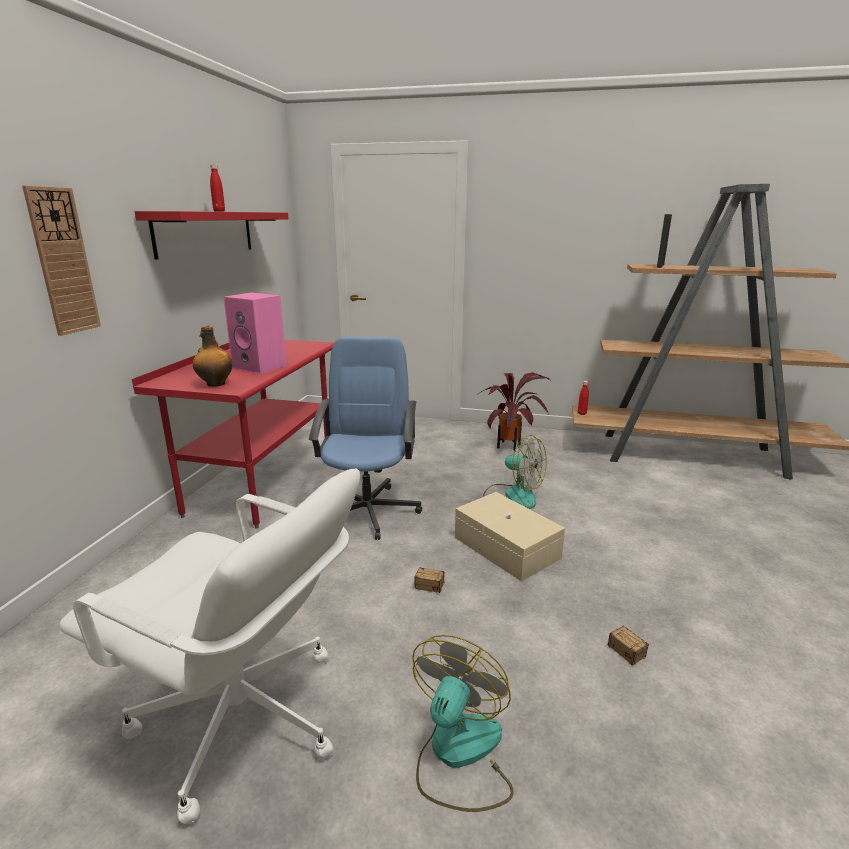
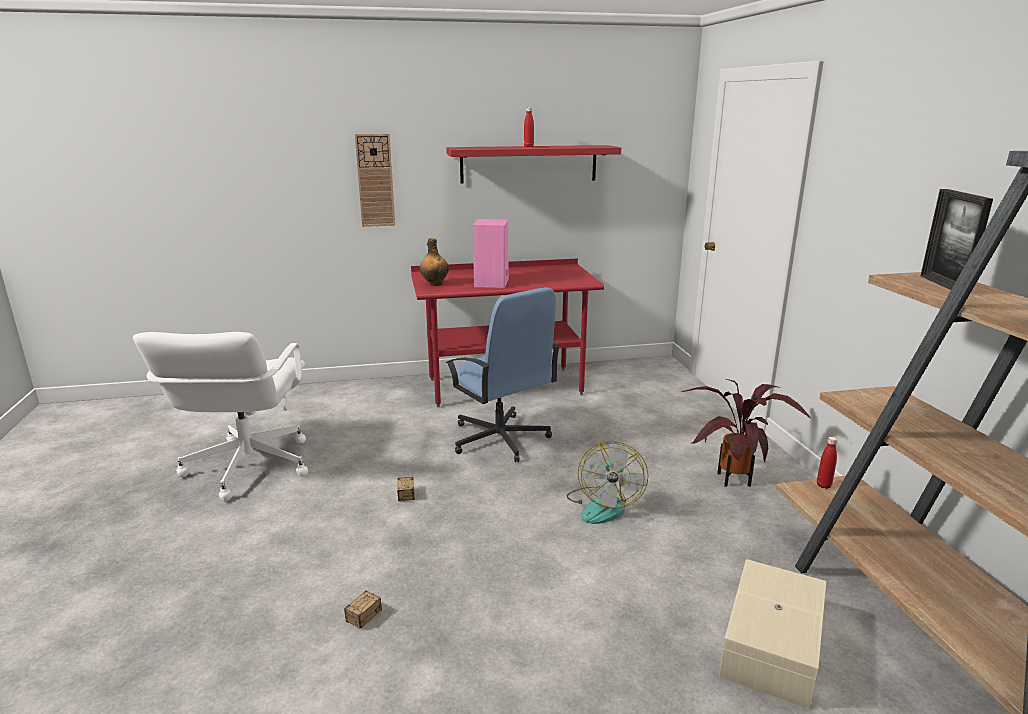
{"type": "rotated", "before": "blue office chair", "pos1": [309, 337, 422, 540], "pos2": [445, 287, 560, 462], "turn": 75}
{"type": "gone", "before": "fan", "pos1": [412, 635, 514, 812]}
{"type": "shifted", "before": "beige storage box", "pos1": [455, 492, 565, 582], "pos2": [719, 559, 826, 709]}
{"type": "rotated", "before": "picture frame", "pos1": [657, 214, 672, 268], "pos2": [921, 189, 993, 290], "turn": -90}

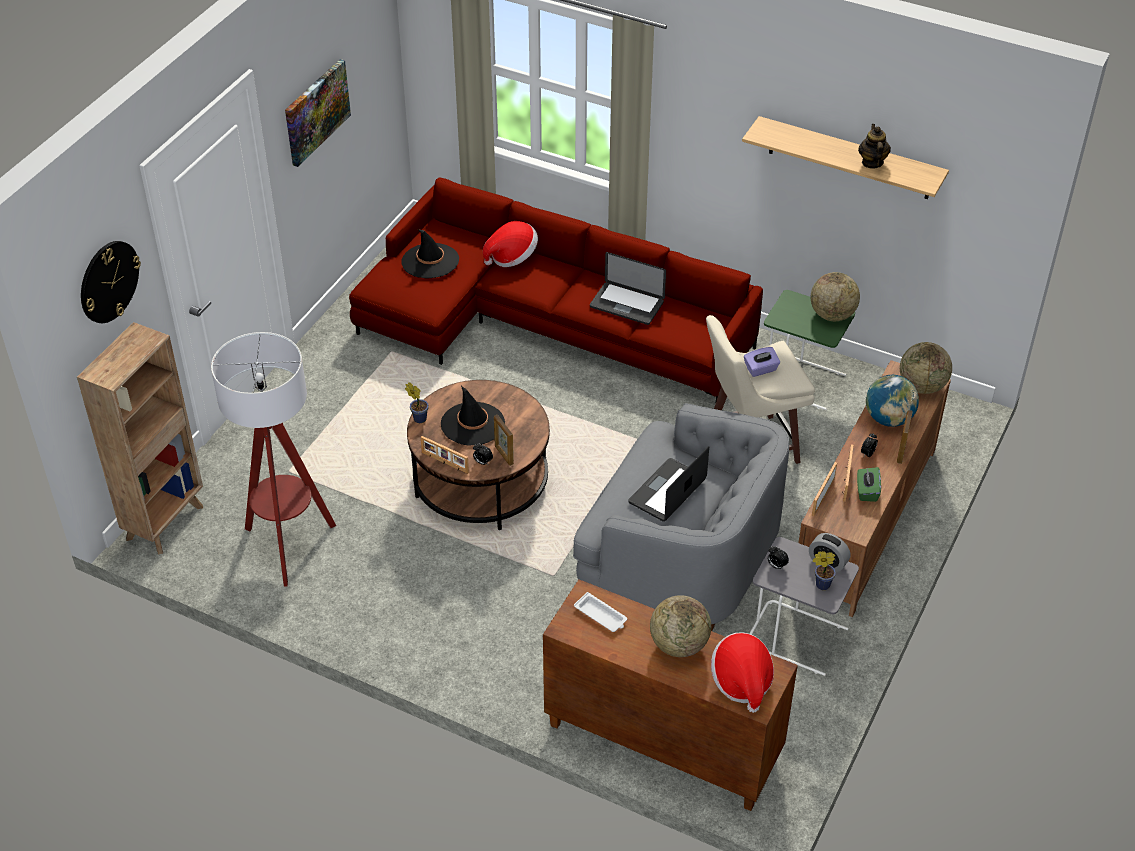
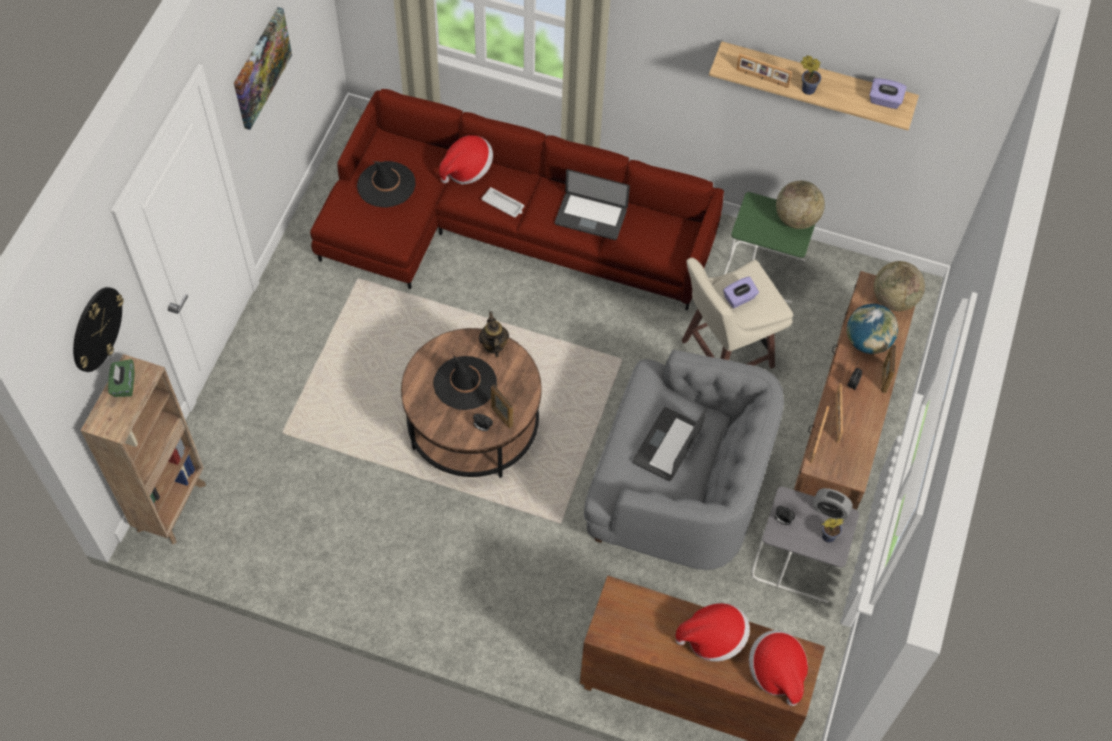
{"type": "gone", "before": "floor lamp", "pos1": [211, 332, 336, 587]}
{"type": "shifted", "before": "potted plant", "pos1": [405, 382, 429, 423], "pos2": [801, 55, 821, 95]}
{"type": "shifted", "before": "picture frame", "pos1": [421, 436, 469, 474], "pos2": [736, 54, 792, 88]}
{"type": "shifted", "before": "white tray", "pos1": [574, 592, 627, 632], "pos2": [481, 187, 524, 217]}
{"type": "swapped", "before": "globe", "after": "hat", "pos1": [650, 595, 711, 657], "pos2": [676, 603, 750, 662]}
{"type": "shifted", "before": "green tissue box", "pos1": [857, 467, 881, 502], "pos2": [108, 359, 134, 397]}
{"type": "shifted", "before": "teapot", "pos1": [858, 124, 891, 169], "pos2": [478, 312, 509, 357]}
{"type": "new", "after": "purple tissue box", "pos2": [869, 78, 907, 109]}

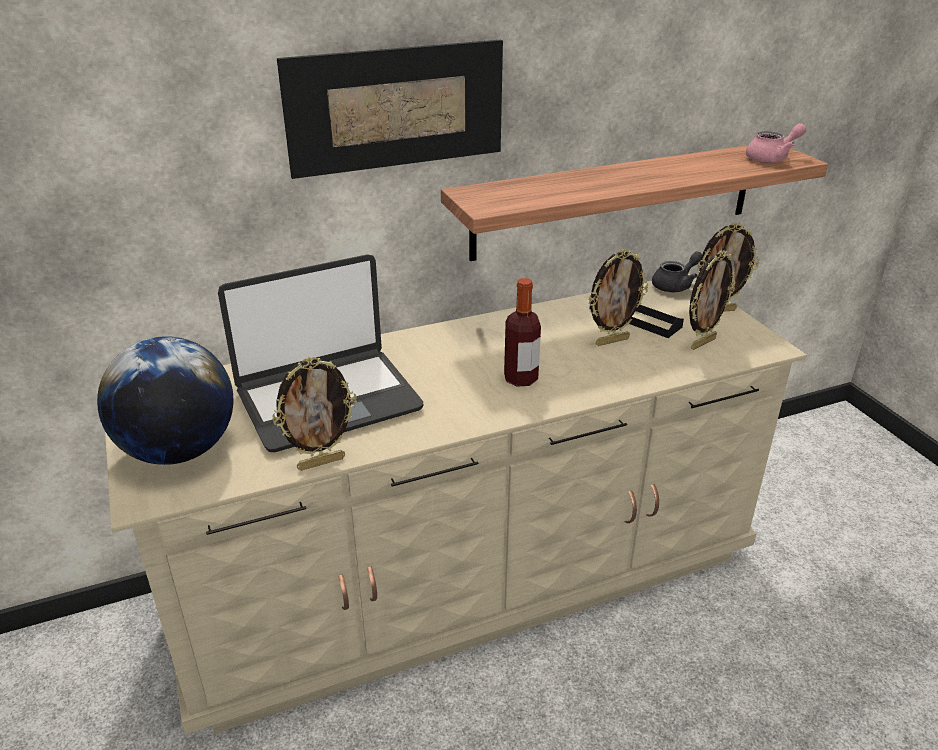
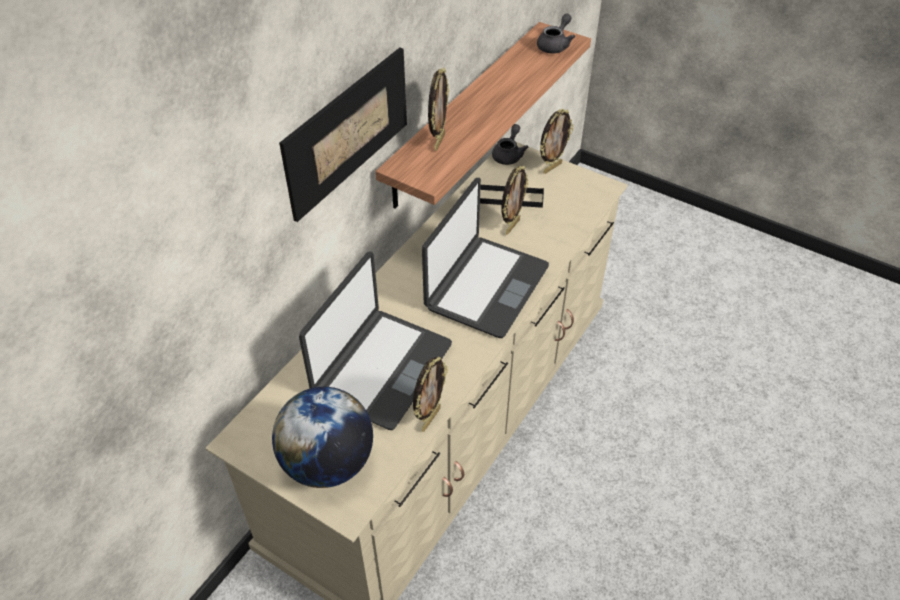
{"type": "swapped", "before": "bottle", "after": "laptop", "pos1": [504, 278, 541, 387], "pos2": [422, 178, 549, 338]}
{"type": "shifted", "before": "picture frame", "pos1": [689, 250, 735, 350], "pos2": [428, 68, 449, 151]}
{"type": "repainted", "before": "pink teapot", "after": "grey teapot", "pos1": [746, 123, 806, 163], "pos2": [537, 13, 575, 54]}

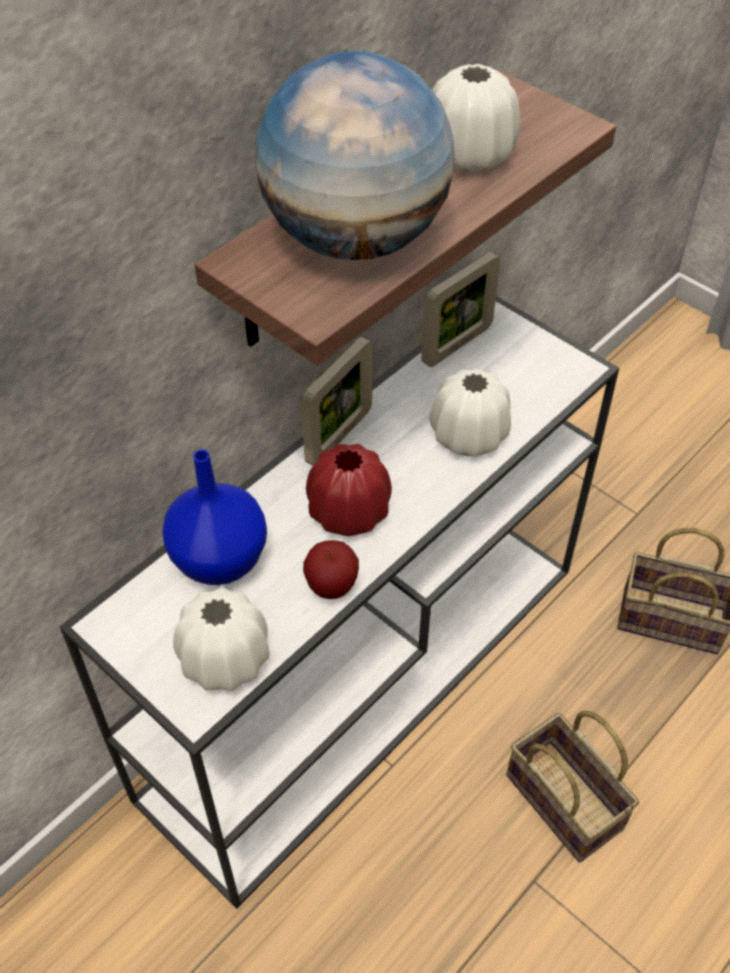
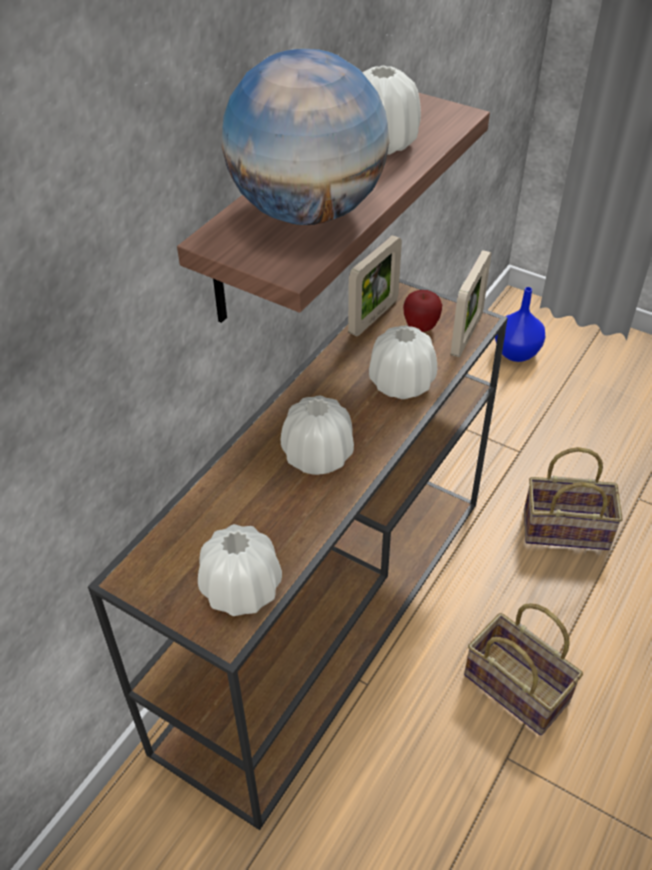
{"type": "repainted", "before": "white console table", "after": "brown console table", "pos1": [60, 296, 619, 909], "pos2": [88, 279, 508, 830]}
{"type": "shifted", "before": "blue vase", "pos1": [162, 450, 267, 585], "pos2": [495, 287, 545, 362]}
{"type": "shifted", "before": "picture frame", "pos1": [301, 337, 373, 465], "pos2": [451, 250, 491, 357]}
{"type": "shifted", "before": "apple", "pos1": [303, 540, 359, 599], "pos2": [403, 290, 442, 332]}
{"type": "repainted", "before": "red vase", "after": "white vase", "pos1": [306, 444, 392, 536], "pos2": [280, 395, 354, 475]}

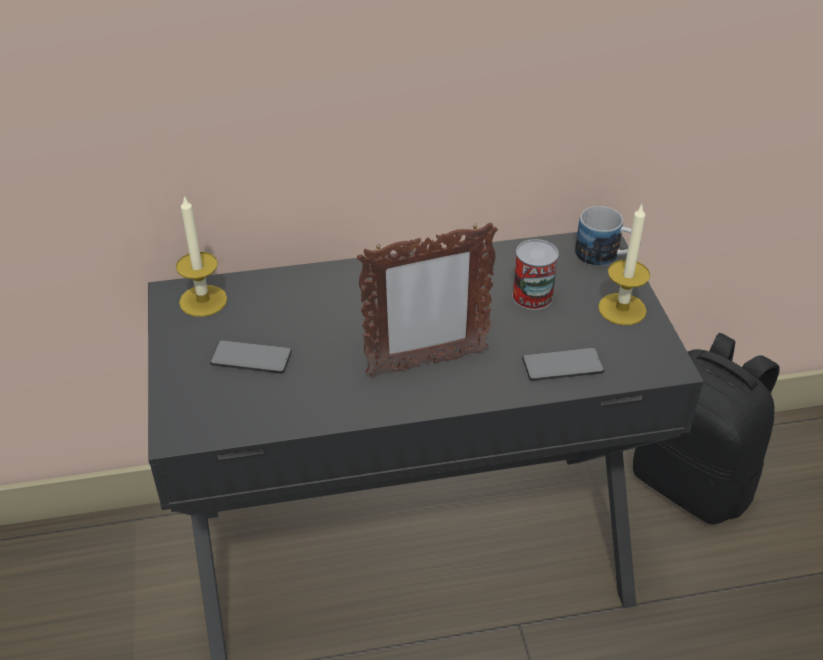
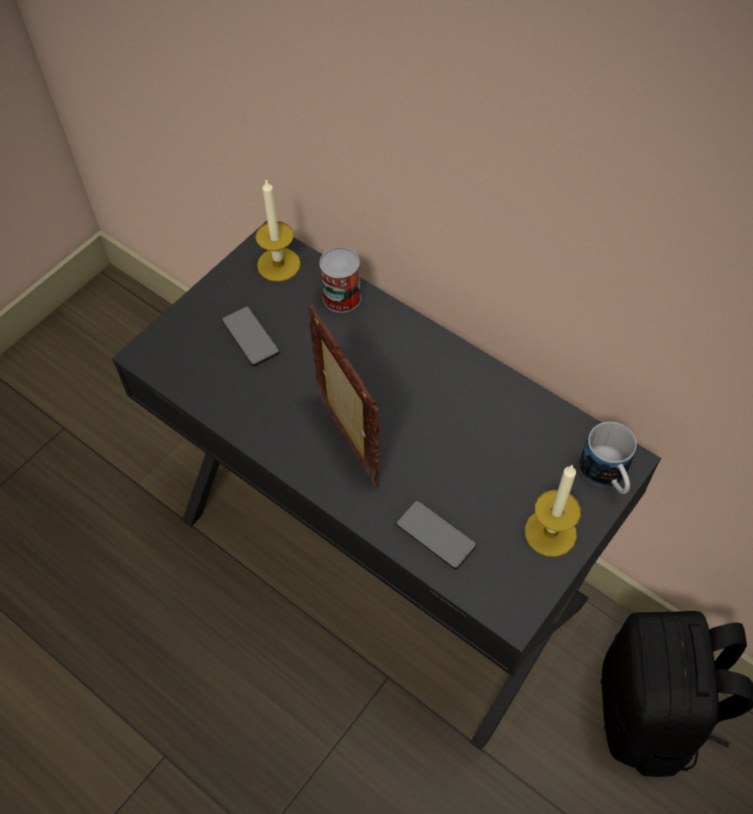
{"type": "rotated", "before": "picture frame", "pos1": [357, 222, 498, 378], "pos2": [307, 305, 379, 487], "turn": -150}
{"type": "shifted", "before": "can", "pos1": [512, 239, 559, 310], "pos2": [319, 247, 361, 313]}

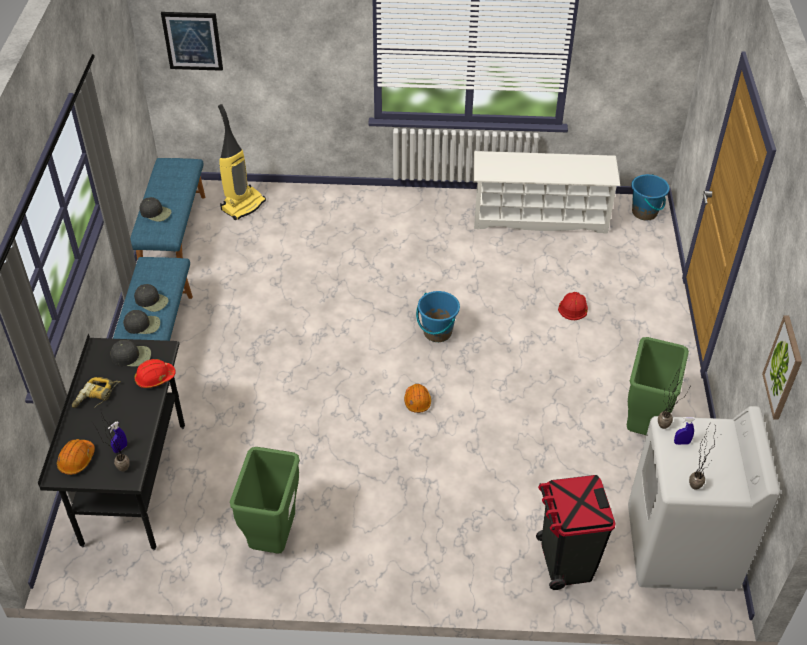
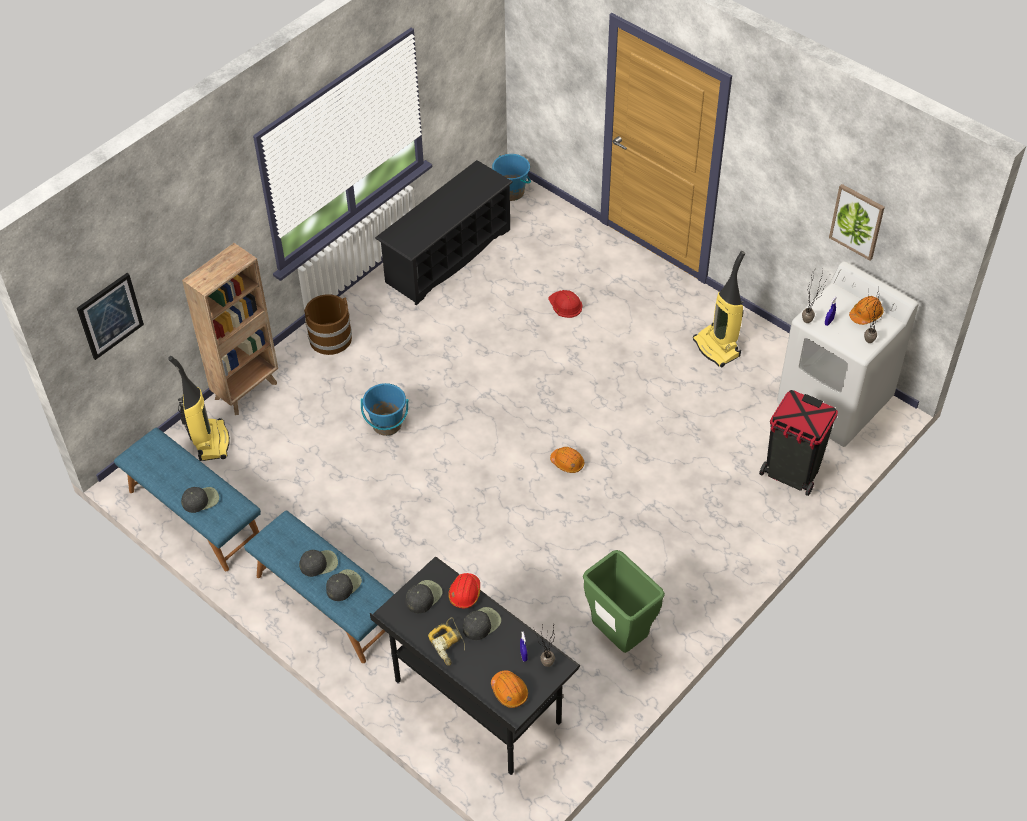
{"type": "shifted", "before": "blue bucket", "pos1": [416, 291, 460, 342], "pos2": [361, 383, 408, 436]}
{"type": "repainted", "before": "white shoe rack", "after": "black shoe rack", "pos1": [474, 151, 620, 234], "pos2": [375, 160, 513, 305]}
{"type": "swapped", "before": "green trash can", "after": "vacuum cleaner", "pos1": [627, 337, 689, 435], "pos2": [693, 251, 745, 368]}
{"type": "new", "after": "brown bookcase", "pos2": [182, 243, 278, 415]}
{"type": "new", "after": "brown bucket", "pos2": [304, 294, 352, 355]}
{"type": "new", "after": "black cap", "pos2": [463, 607, 501, 640]}
{"type": "new", "after": "orange hard hat", "pos2": [849, 296, 884, 325]}

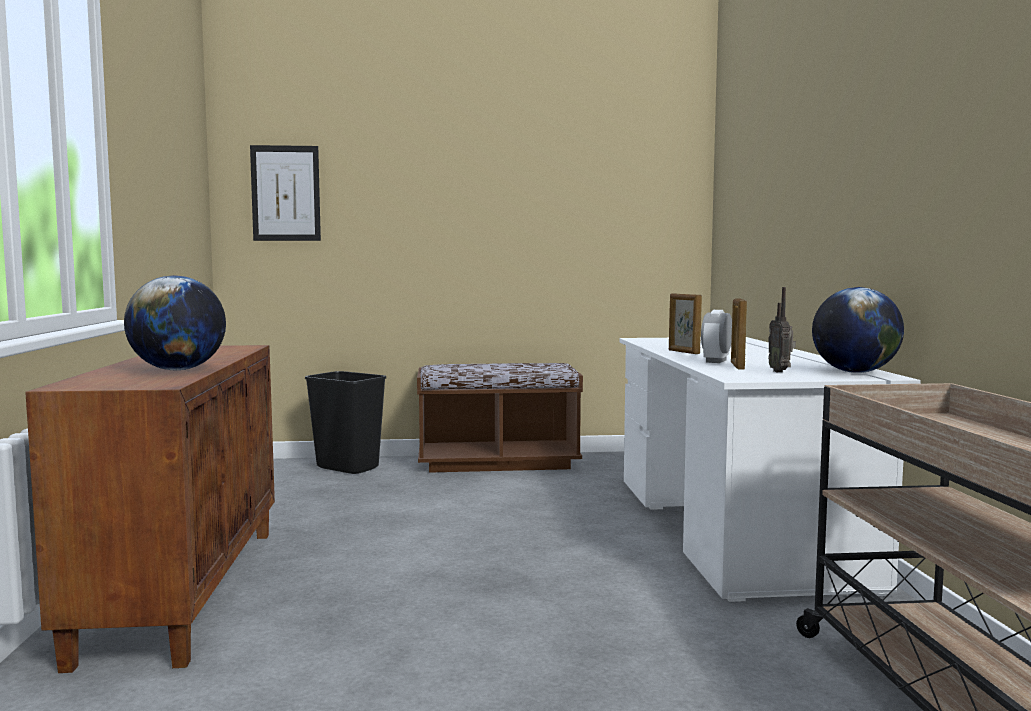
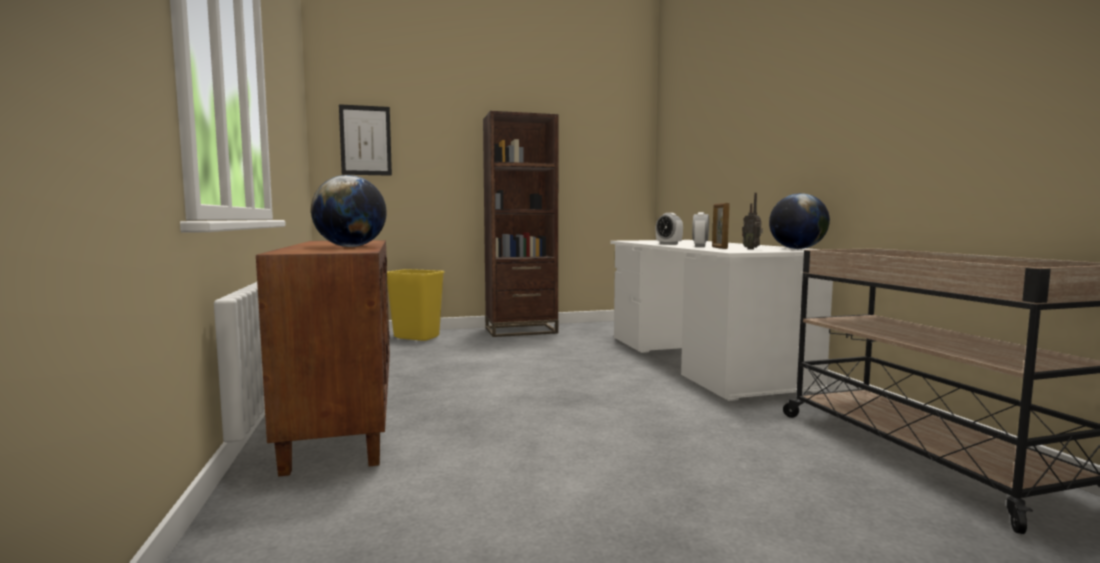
{"type": "repainted", "before": "black trash can", "after": "yellow trash can", "pos1": [305, 371, 386, 474], "pos2": [387, 269, 445, 341]}
{"type": "swapped", "before": "brown bench", "after": "brown bookcase", "pos1": [417, 363, 583, 473], "pos2": [483, 111, 559, 337]}
{"type": "swapped", "before": "picture frame", "after": "alarm clock", "pos1": [669, 293, 702, 354], "pos2": [656, 213, 683, 245]}

